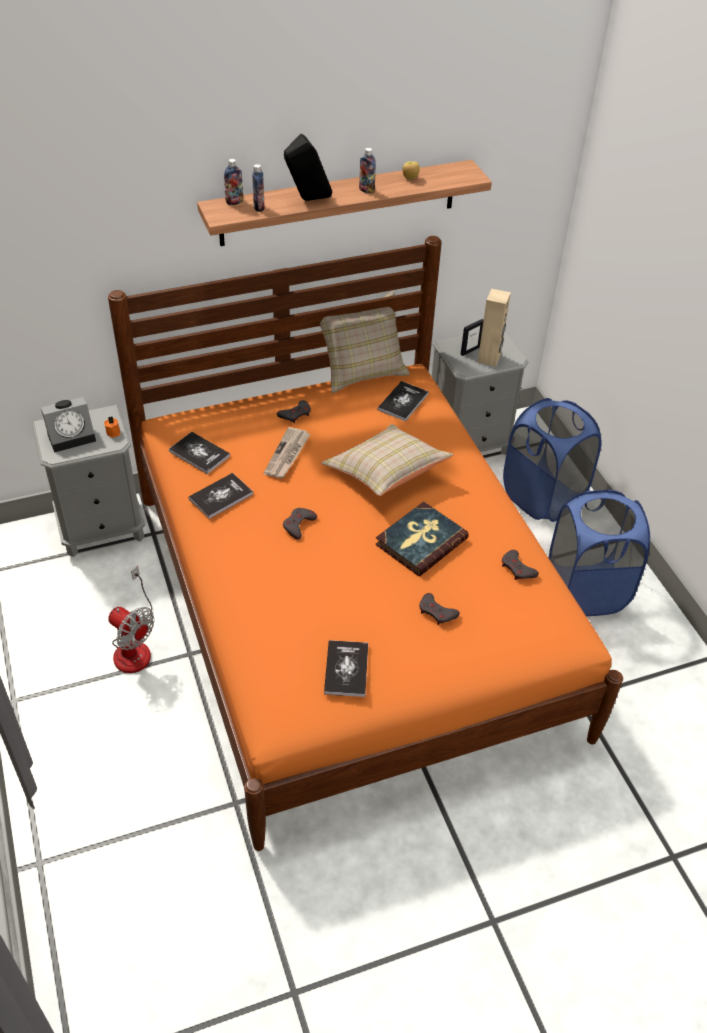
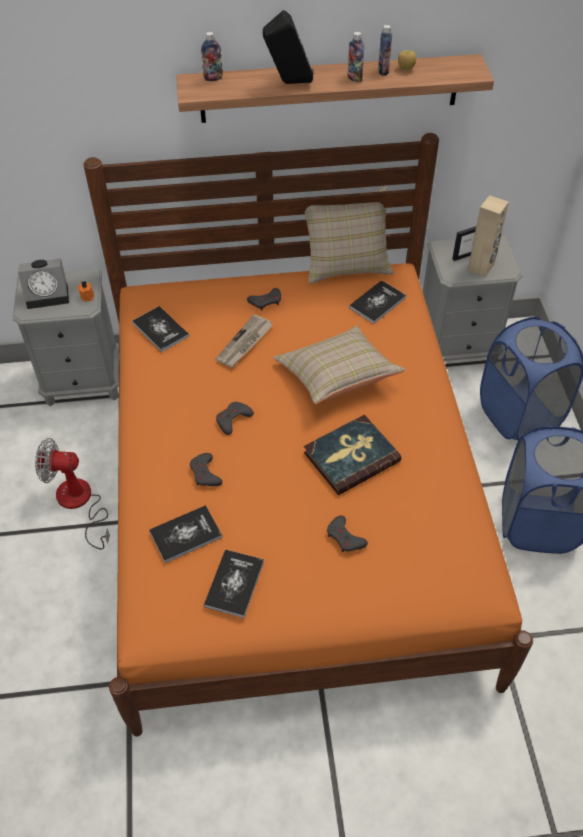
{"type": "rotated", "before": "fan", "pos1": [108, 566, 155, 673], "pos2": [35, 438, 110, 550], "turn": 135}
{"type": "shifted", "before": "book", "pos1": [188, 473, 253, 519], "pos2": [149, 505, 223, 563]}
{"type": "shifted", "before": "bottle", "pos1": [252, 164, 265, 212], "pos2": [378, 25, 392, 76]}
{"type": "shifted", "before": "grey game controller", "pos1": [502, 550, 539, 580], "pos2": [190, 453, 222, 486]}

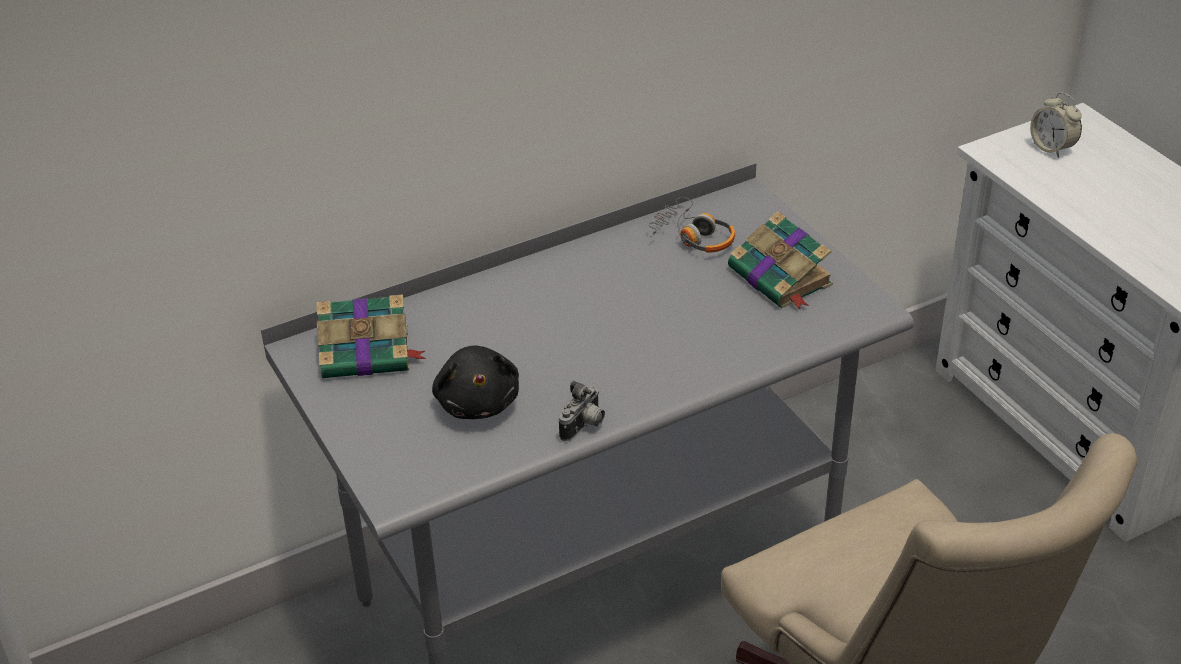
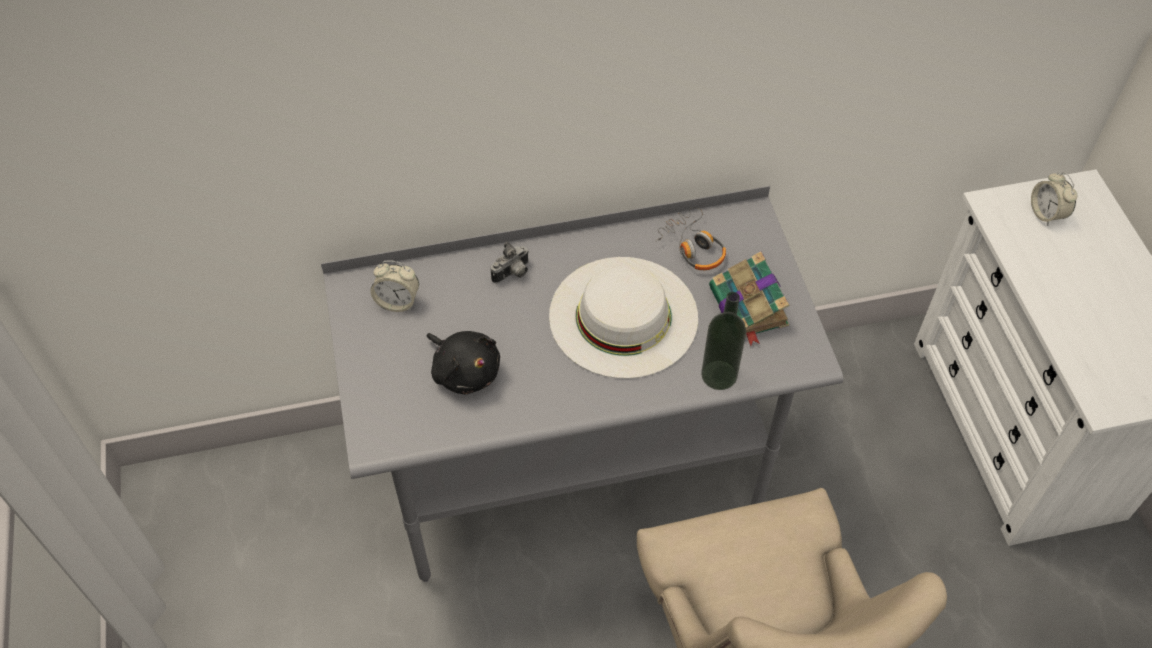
{"type": "swapped", "before": "book", "after": "alarm clock", "pos1": [316, 294, 426, 378], "pos2": [370, 261, 419, 312]}
{"type": "rotated", "before": "black plush toy", "pos1": [432, 346, 519, 419], "pos2": [427, 331, 500, 395], "turn": -45}
{"type": "shifted", "before": "photo camera", "pos1": [559, 381, 605, 441], "pos2": [490, 242, 529, 283]}
{"type": "new", "after": "white hat", "pos2": [549, 257, 698, 379]}
{"type": "new", "after": "bottle", "pos2": [701, 292, 746, 390]}

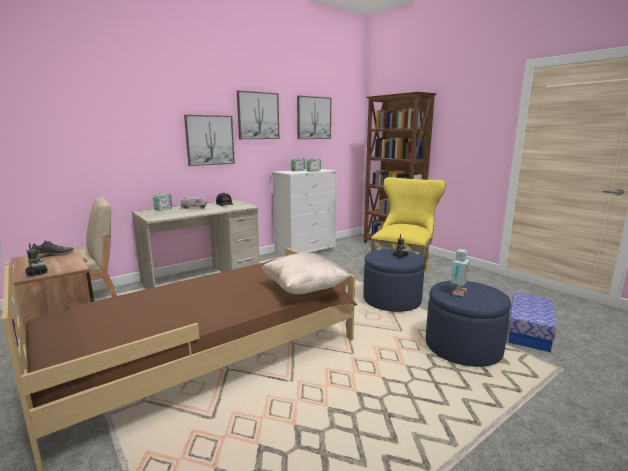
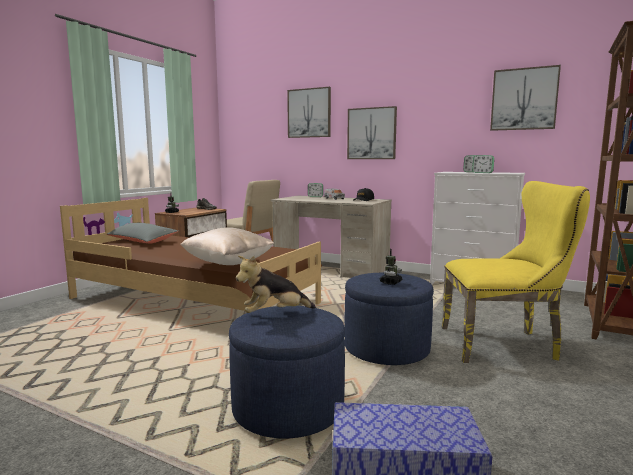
{"type": "shifted", "before": "picture", "pos1": [237, 91, 279, 139], "pos2": [287, 87, 331, 138]}
{"type": "swapped", "before": "toy robot", "after": "plush toy", "pos1": [451, 249, 470, 297], "pos2": [236, 256, 316, 313]}
{"type": "new", "after": "grey pillow", "pos2": [106, 223, 178, 243]}

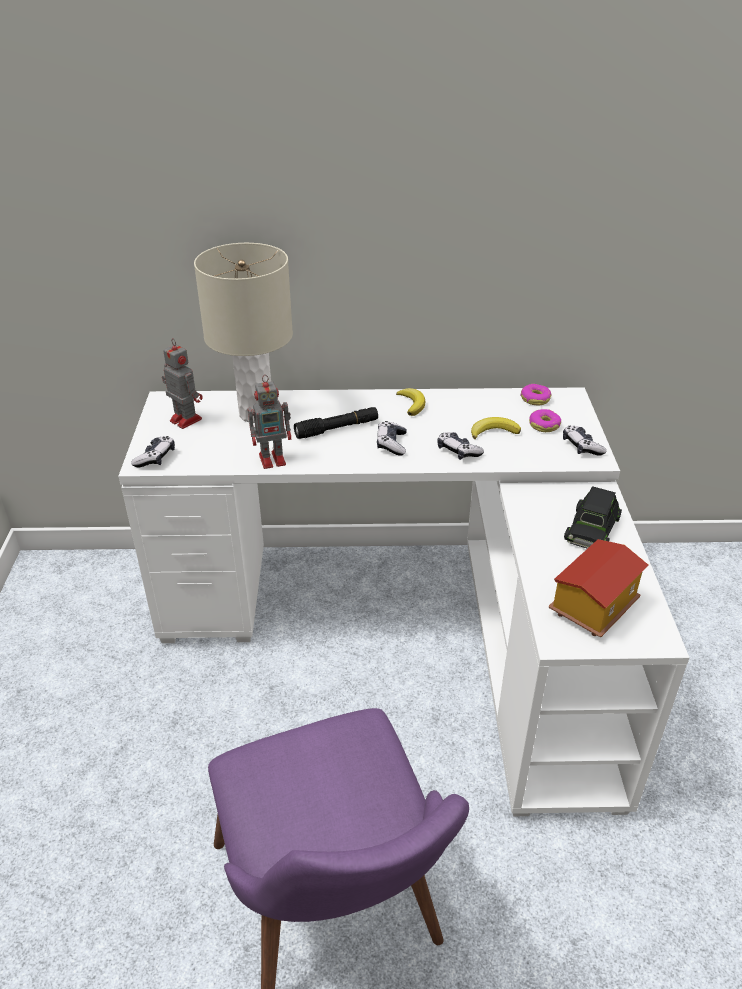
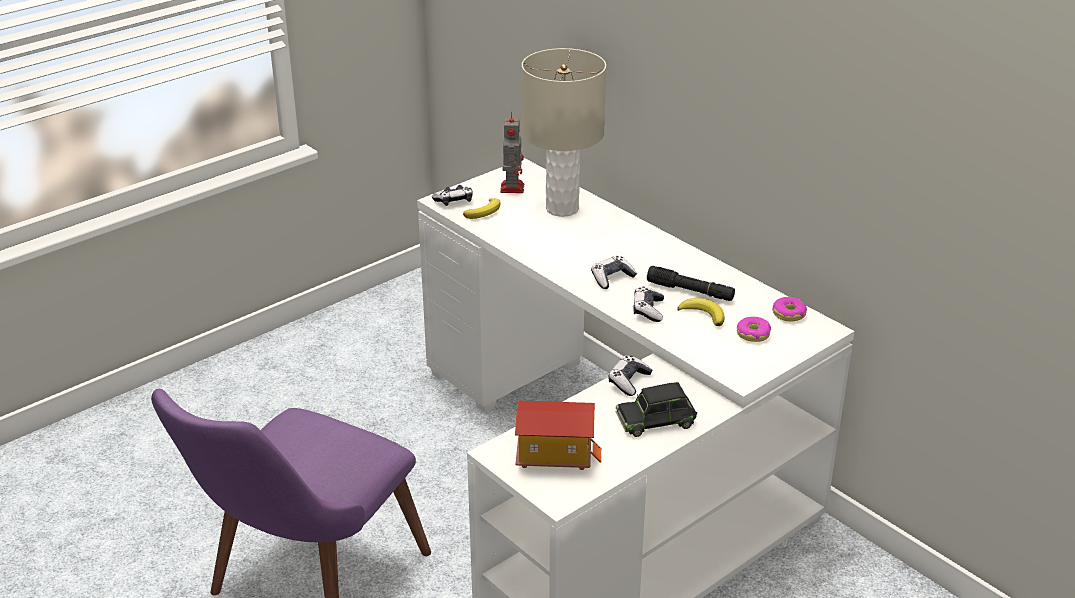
{"type": "gone", "before": "toy robot", "pos1": [248, 375, 292, 469]}
{"type": "shifted", "before": "black flashlight", "pos1": [294, 407, 378, 439], "pos2": [647, 266, 735, 301]}
{"type": "shifted", "before": "banana", "pos1": [396, 388, 425, 416], "pos2": [463, 198, 501, 219]}
{"type": "shifted", "before": "game controller", "pos1": [563, 426, 607, 455], "pos2": [608, 356, 652, 396]}

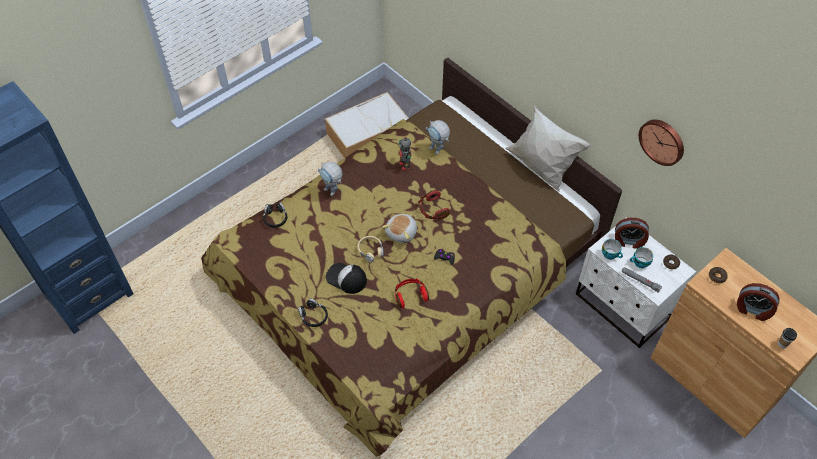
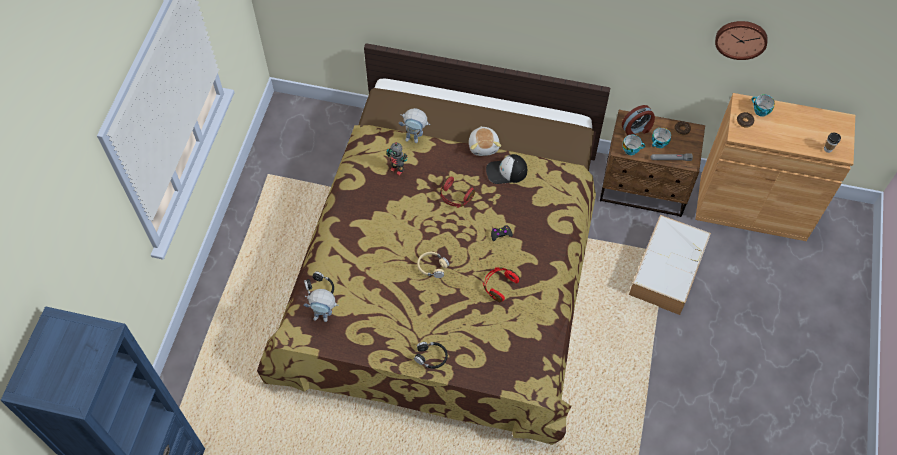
{"type": "shifted", "before": "toy robot", "pos1": [318, 161, 343, 196], "pos2": [304, 289, 339, 322]}
{"type": "shifted", "before": "storage box", "pos1": [325, 92, 409, 158], "pos2": [629, 215, 711, 315]}
{"type": "shifted", "before": "cap", "pos1": [326, 263, 367, 294], "pos2": [486, 154, 527, 184]}
{"type": "shifted", "before": "plush toy", "pos1": [382, 214, 417, 243], "pos2": [469, 126, 501, 156]}
{"type": "gone", "before": "white pillow", "pos1": [505, 105, 591, 192]}
{"type": "repainted", "before": "white nightstand", "after": "brown nightstand", "pos1": [576, 217, 696, 348], "pos2": [600, 110, 705, 217]}
{"type": "shifted", "before": "wall clock", "pos1": [639, 119, 684, 166], "pos2": [715, 21, 768, 60]}
{"type": "gone", "before": "alarm clock", "pos1": [737, 283, 780, 321]}
{"type": "new", "after": "cup", "pos2": [752, 94, 775, 117]}

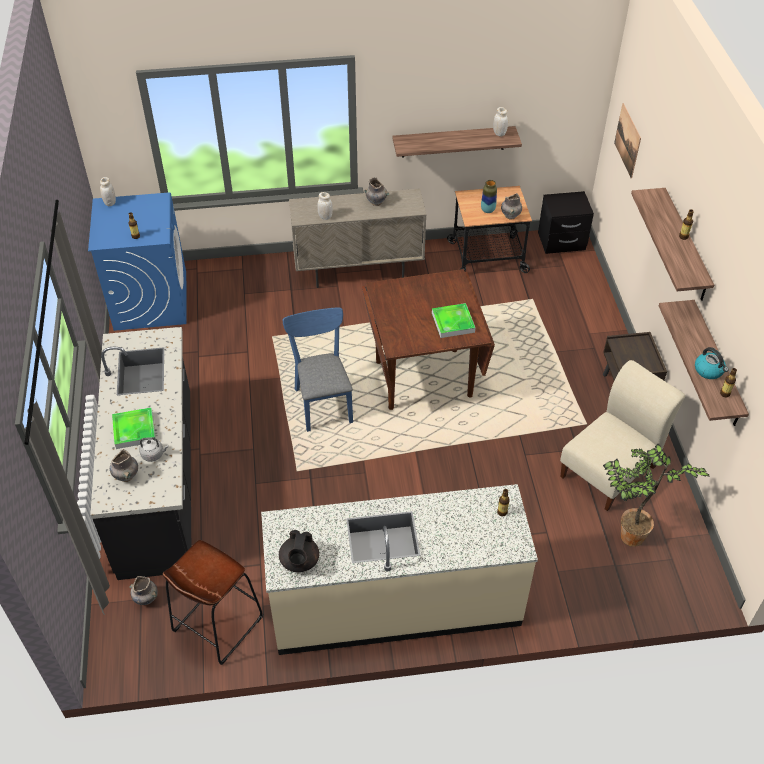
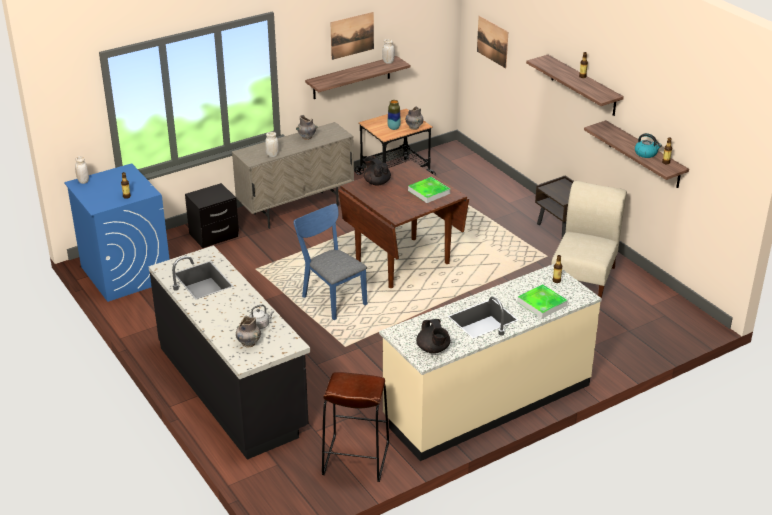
{"type": "shifted", "before": "tray", "pos1": [112, 407, 156, 449], "pos2": [517, 284, 568, 319]}
{"type": "gone", "before": "grey vase", "pos1": [129, 576, 158, 605]}
{"type": "shifted", "before": "black nightstand", "pos1": [538, 191, 594, 254], "pos2": [185, 183, 239, 248]}
{"type": "gone", "before": "potted plant", "pos1": [603, 444, 710, 547]}
{"type": "new", "after": "picture", "pos2": [330, 12, 374, 60]}
{"type": "new", "after": "black teapot", "pos2": [364, 156, 391, 186]}

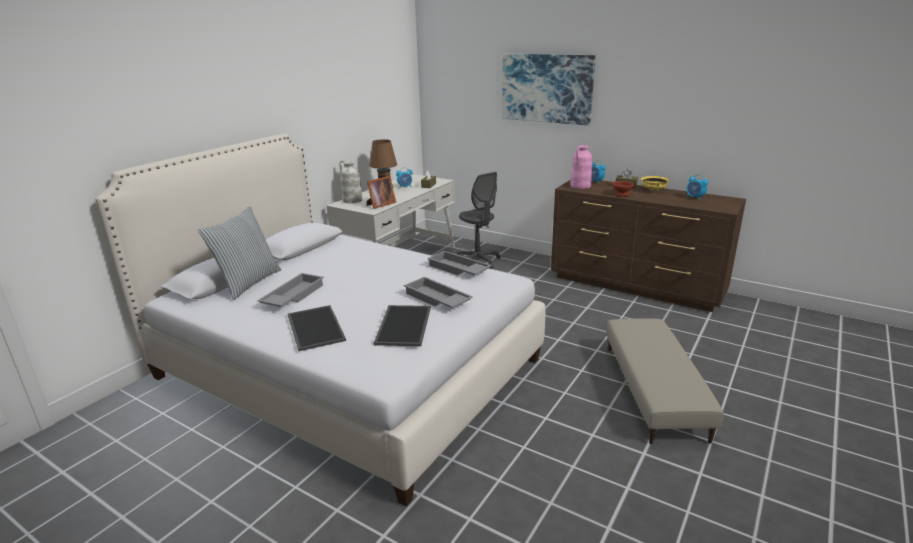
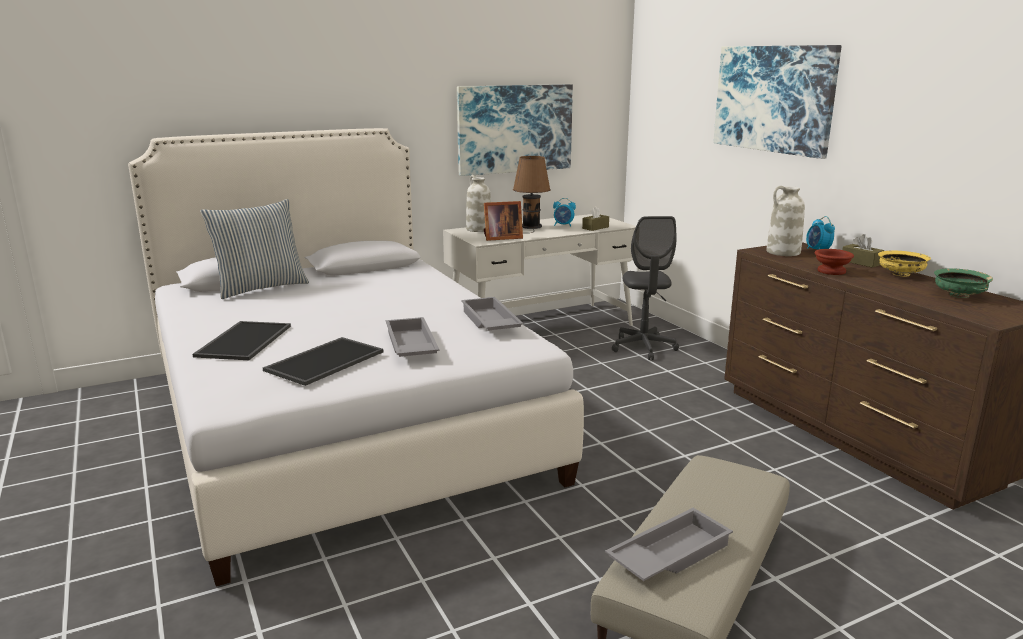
{"type": "shifted", "before": "grey tray", "pos1": [257, 273, 324, 307], "pos2": [605, 508, 733, 581]}
{"type": "repainted", "before": "pink vase", "after": "white vase", "pos1": [570, 145, 592, 189], "pos2": [766, 186, 805, 256]}
{"type": "swapped", "before": "alarm clock", "after": "green bowl", "pos1": [686, 174, 708, 200], "pos2": [934, 268, 993, 298]}
{"type": "new", "after": "picture", "pos2": [457, 84, 573, 176]}

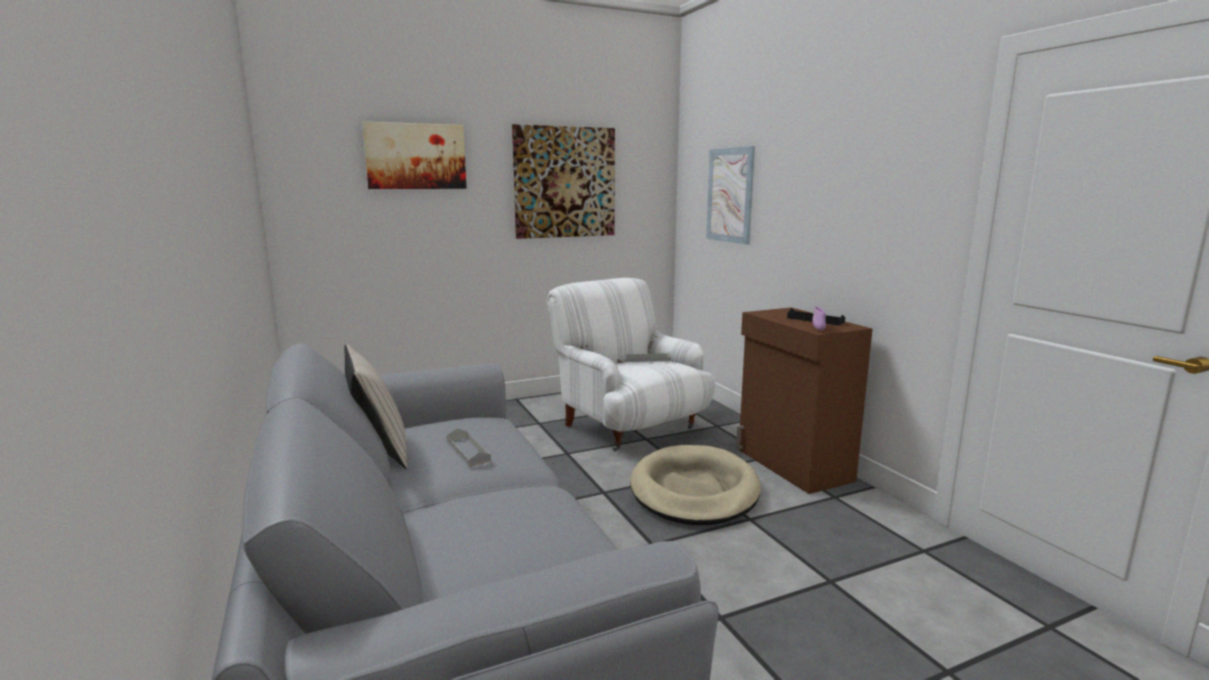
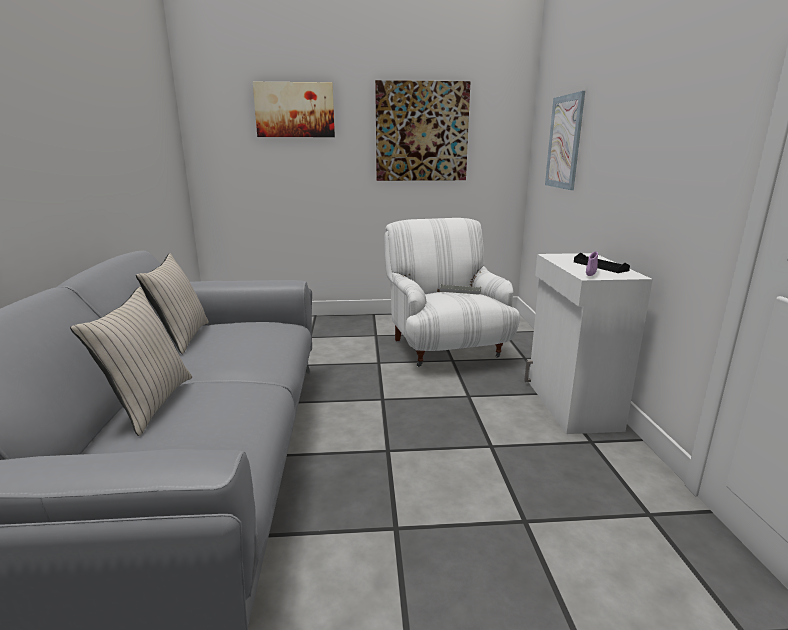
{"type": "gone", "before": "grey tray", "pos1": [447, 428, 491, 466]}
{"type": "gone", "before": "beige dog bed", "pos1": [630, 445, 761, 525]}
{"type": "repainted", "before": "brown cabinet", "after": "white cabinet", "pos1": [736, 307, 873, 494], "pos2": [524, 253, 653, 434]}
{"type": "new", "after": "beige pillow", "pos2": [70, 287, 192, 436]}

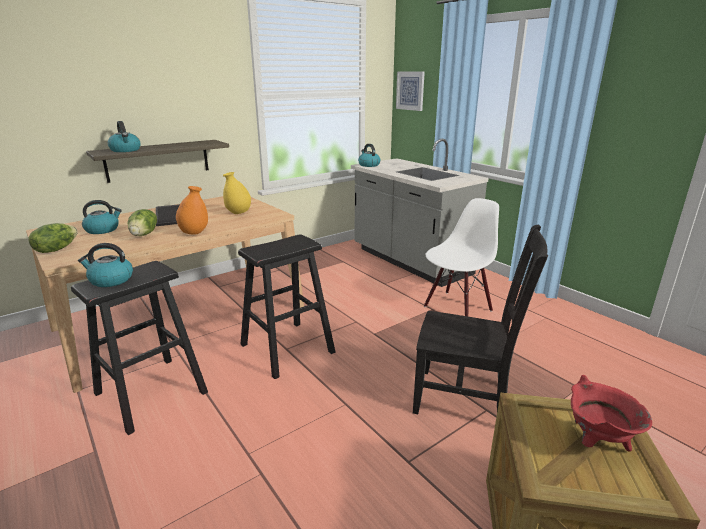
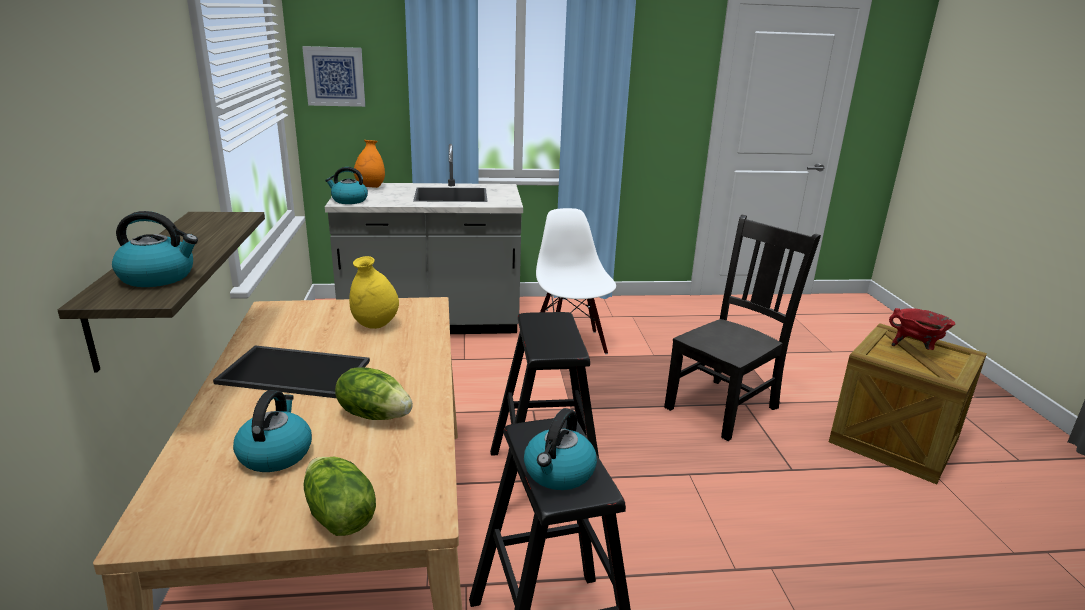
{"type": "shifted", "before": "orange vase", "pos1": [176, 186, 208, 235], "pos2": [354, 140, 385, 188]}

